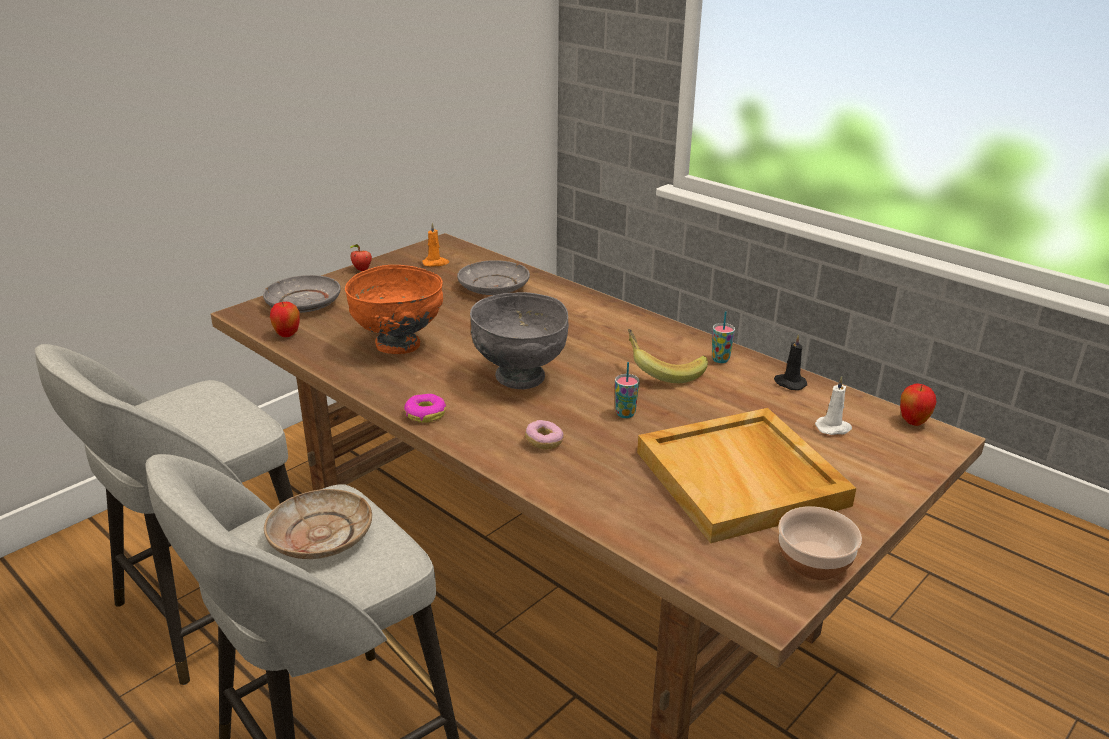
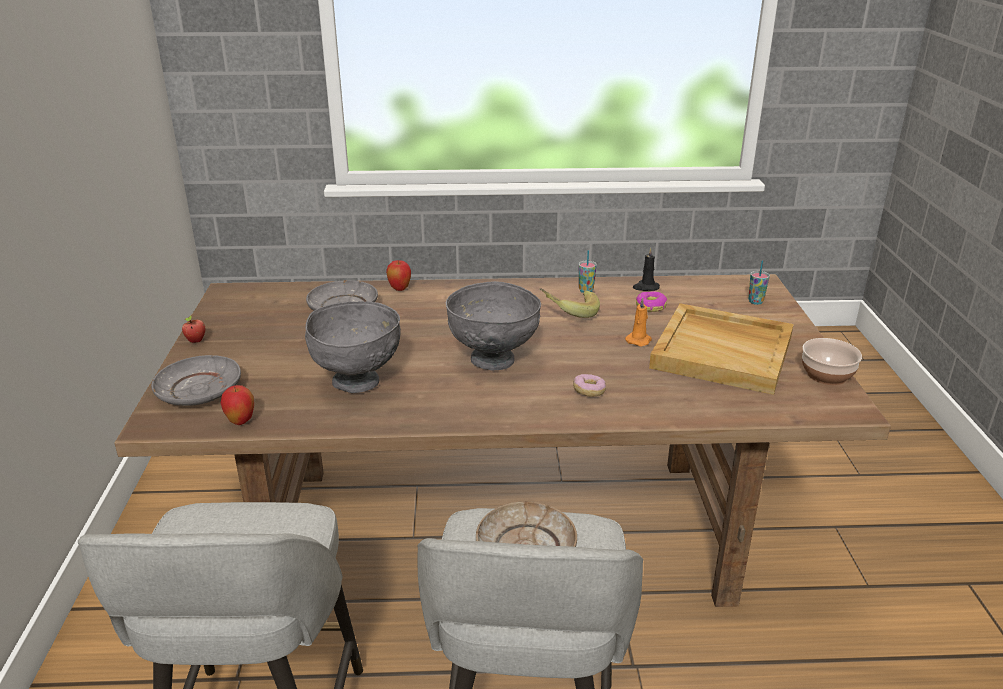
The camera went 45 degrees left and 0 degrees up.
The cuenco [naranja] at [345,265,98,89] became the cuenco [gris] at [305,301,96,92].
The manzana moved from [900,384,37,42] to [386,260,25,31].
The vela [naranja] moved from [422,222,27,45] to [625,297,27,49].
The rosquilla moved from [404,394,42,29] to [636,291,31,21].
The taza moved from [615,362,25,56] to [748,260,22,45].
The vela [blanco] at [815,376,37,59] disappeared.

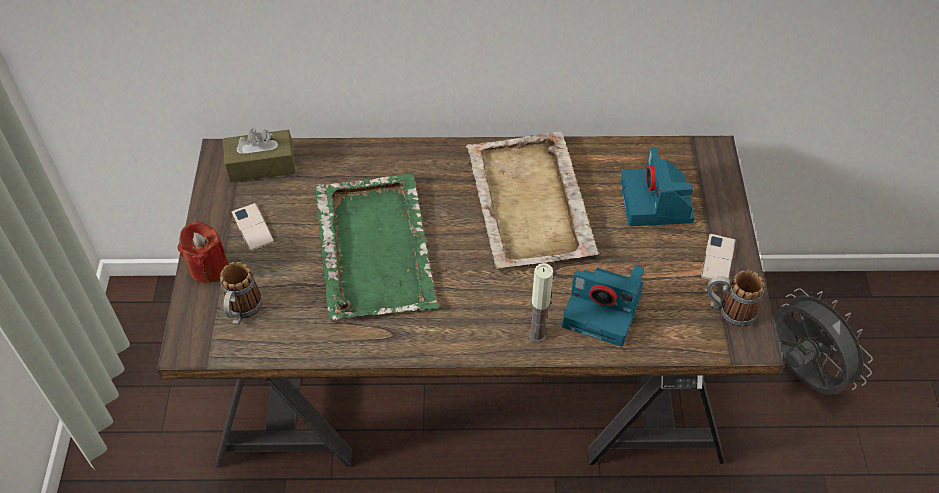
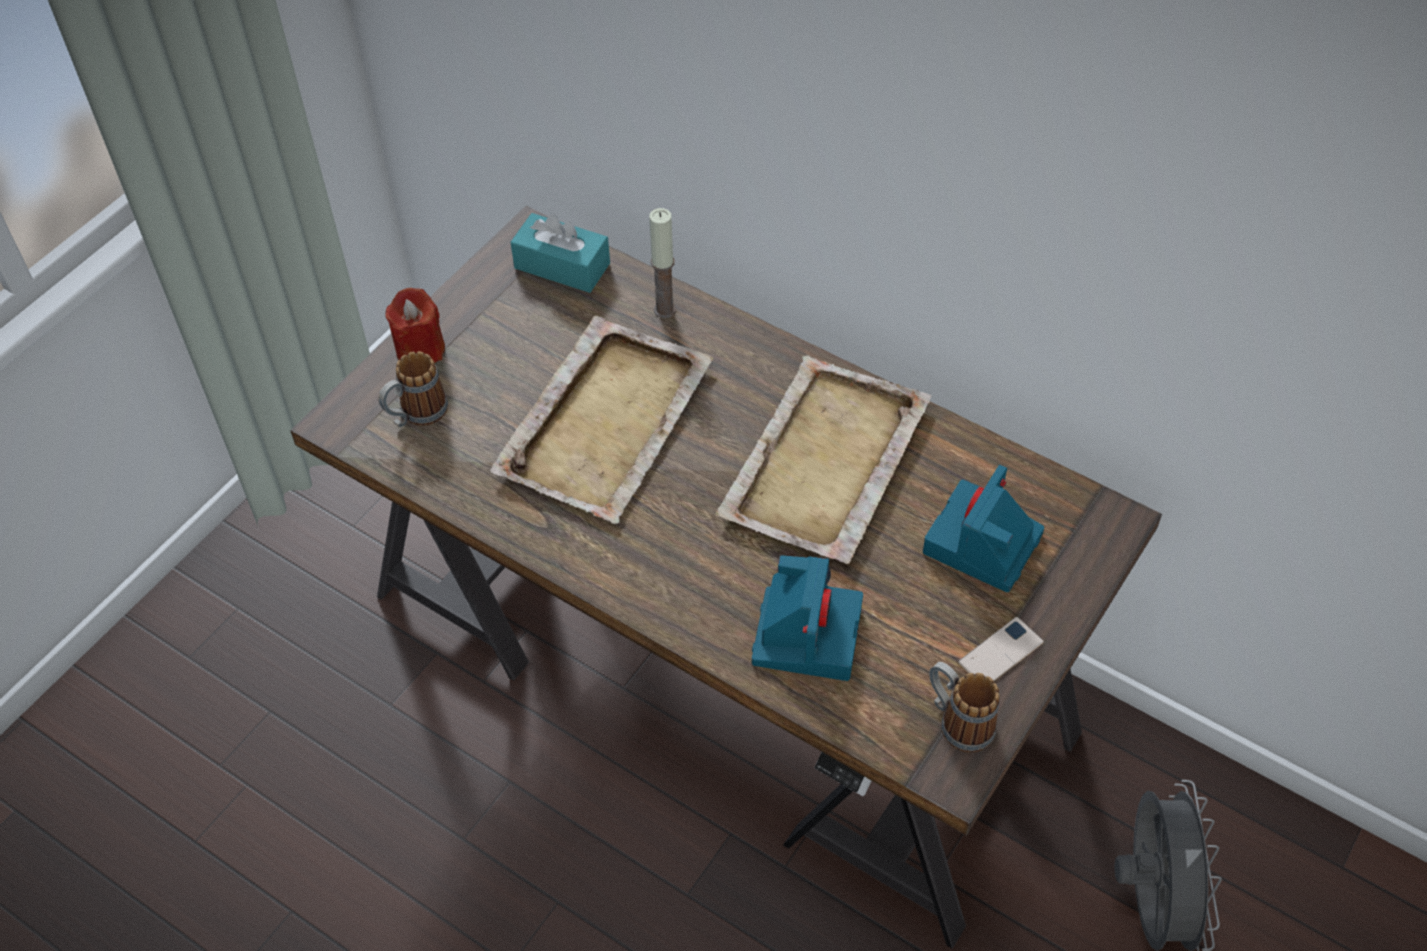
The camera went 35 degrees right and 0 degrees up.
The bandeja [verde] at [315,173,124,147] became the bandeja [beis] at [490,316,223,208].
The caja de pañuelos [marrón] at [223,129,73,54] became the caja de pañuelos [turquesa] at [510,213,100,80].
The vela moved from [528,263,25,80] to [649,208,27,110].
The cámara at [562,265,82,82] turned 135 degrees counterclockwise.
The móvil at [232,203,42,48] disappeared.

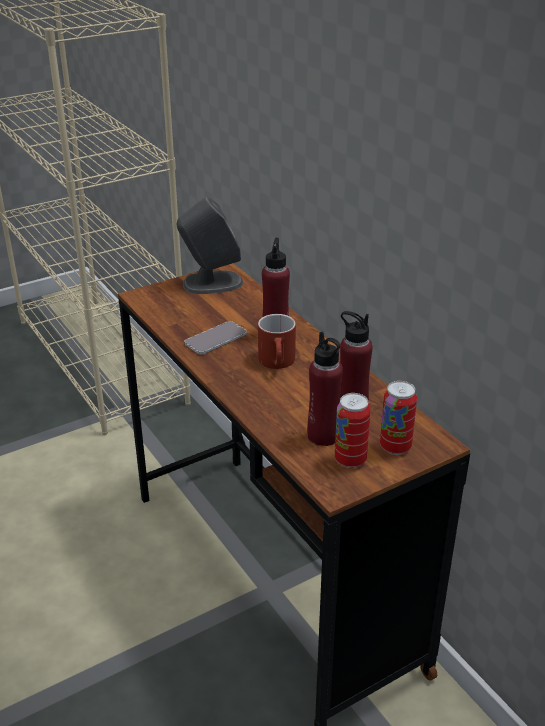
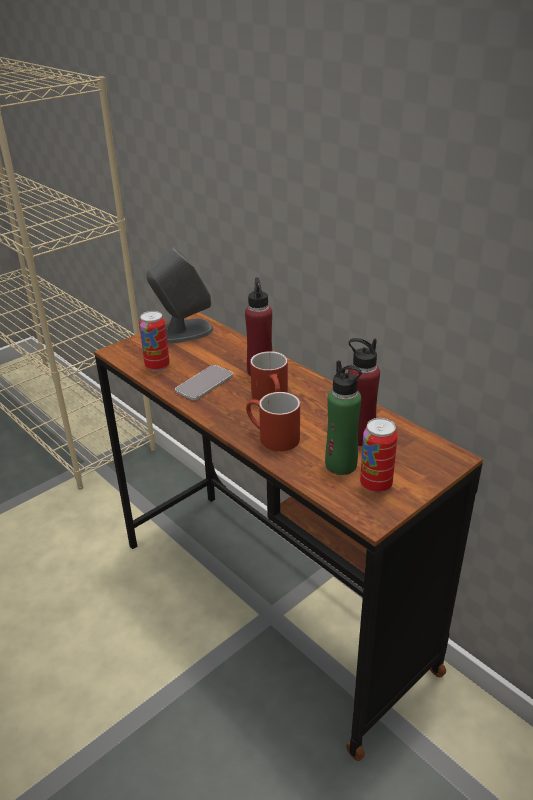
The camera went 10 degrees left and 0 degrees up.
The lata moved from [380,381,37,74] to [139,311,31,61].
The taza grande [rojo] at [246,392,54,60] appeared.
The botella [rojo] at [307,332,36,114] became the botella [verde] at [325,360,37,115].

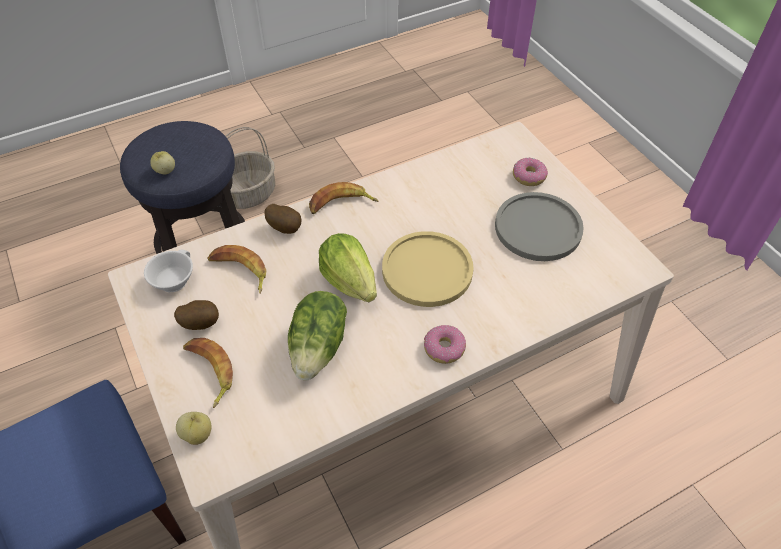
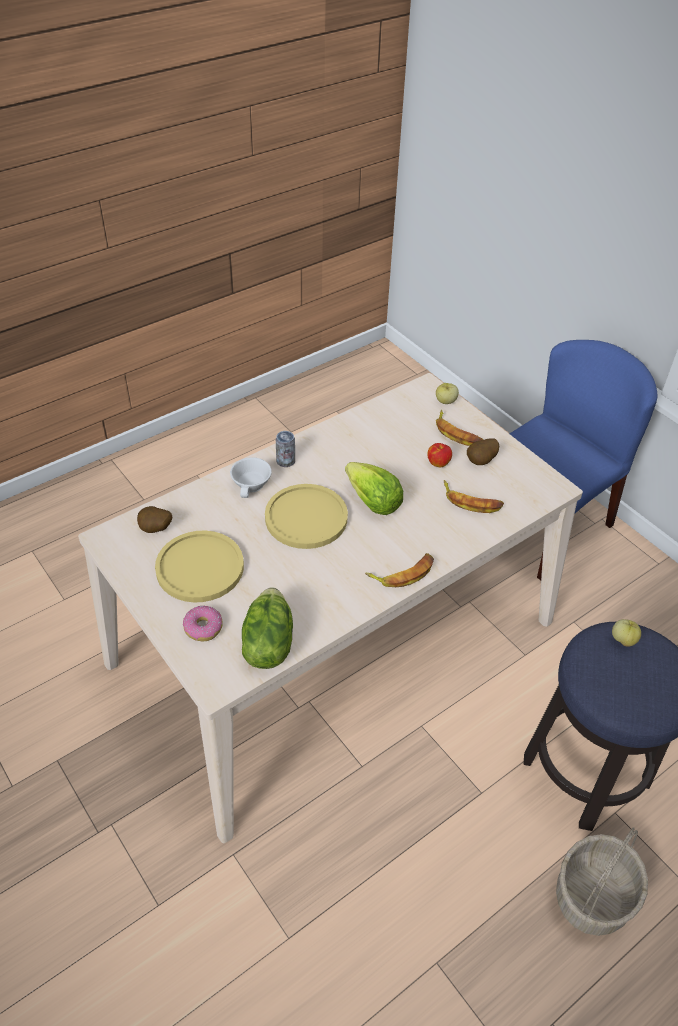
The camera went 170 degrees right and 5 degrees down.
The patata moved from [264,204,37,30] to [137,506,35,27].
The plato [gris] at [495,192,89,69] became the plato [amarillo] at [155,531,89,71].
The taza [blanco] moved from [144,250,49,42] to [230,457,42,41].
The lechuga moved from [288,291,59,90] to [242,587,51,82].
The rosquilla at [424,325,42,39] was replaced by the lata at [276,431,19,36].
The manzana at [427,443,25,24] appeared.

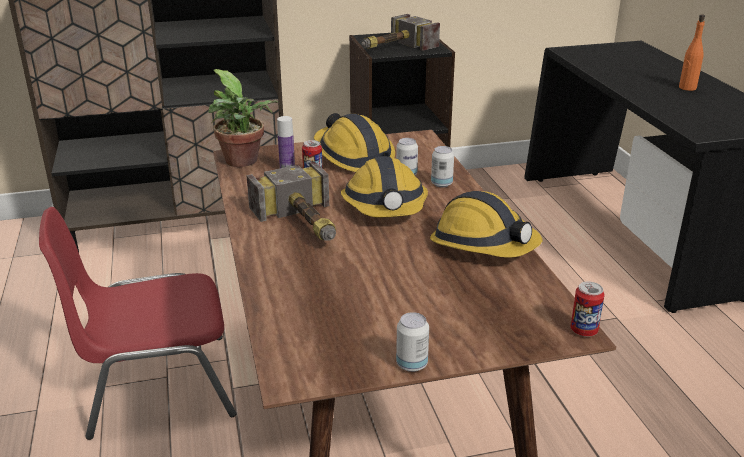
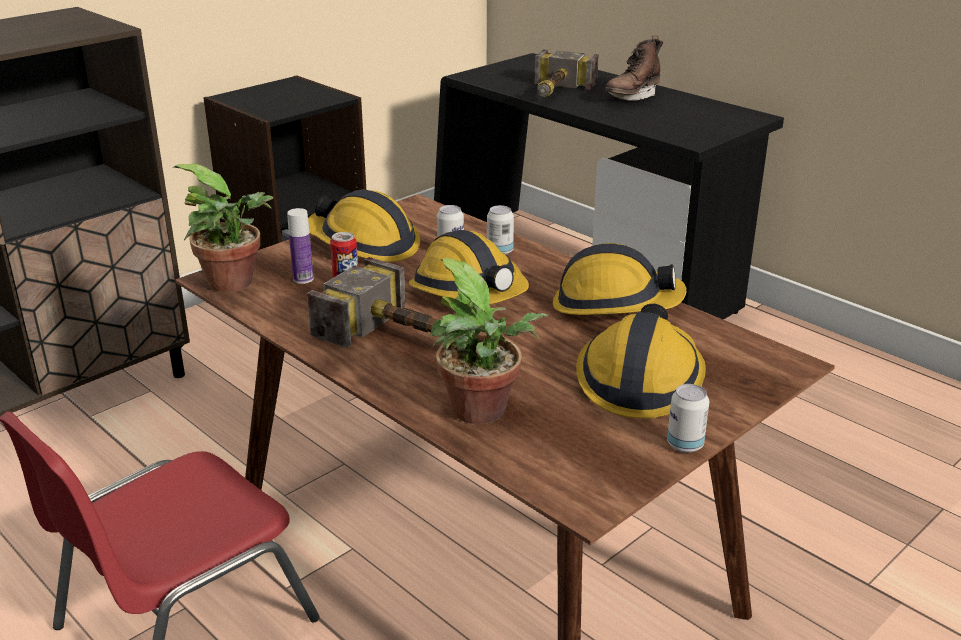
The camera went 30 degrees left and 0 degrees up.
The planta en maceta at [430,258,118,166] appeared.
The martillo moved from [362,14,78,37] to [534,49,65,48].
The casco at [576,304,130,115] appeared.
The botella [naranja] at [679,14,26,77] was replaced by the bota [marrón] at [605,36,58,65].
The lata at [571,282,34,55] disappeared.

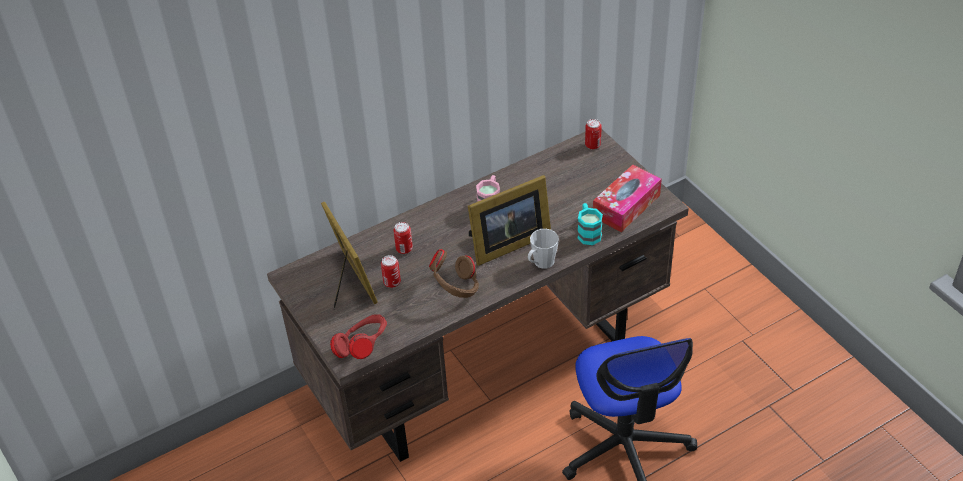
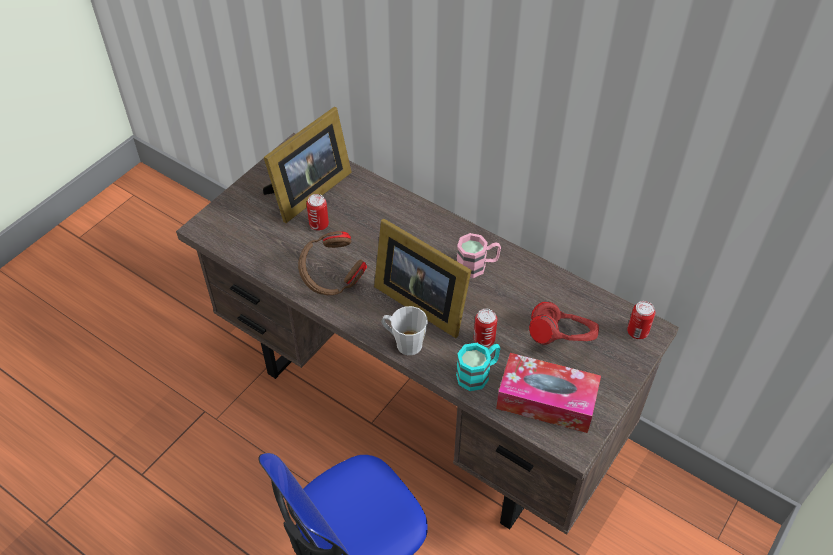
The camera went 65 degrees right and 5 degrees up.
The lata moved from [393,222,20,32] to [474,309,23,38].
The auriculares [rojo] moved from [330,314,57,45] to [529,301,70,44].

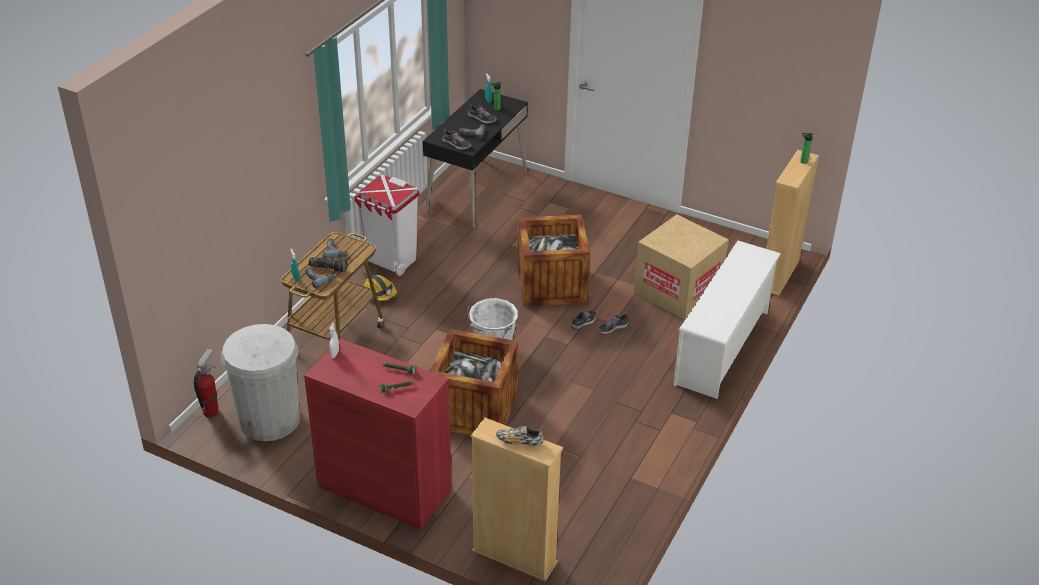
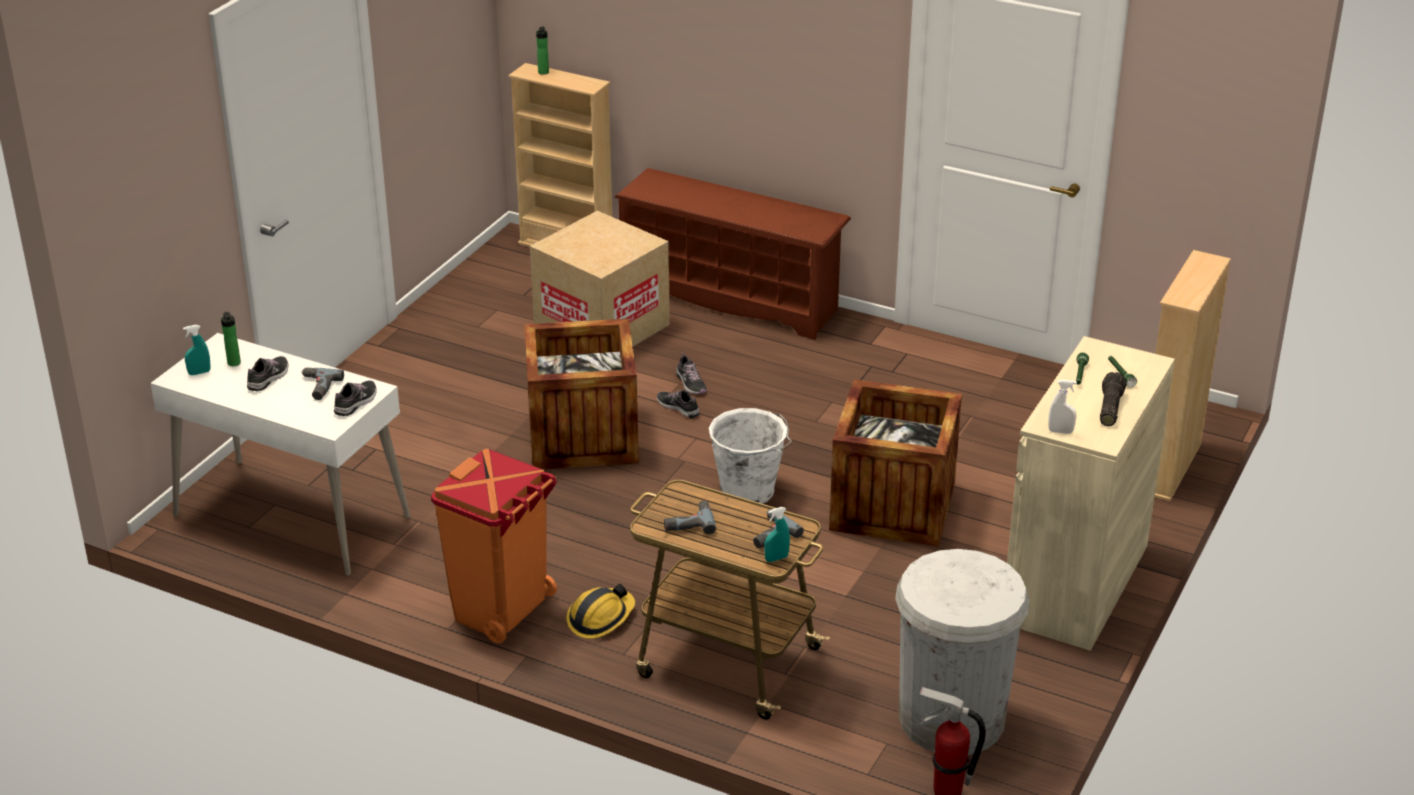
The camera went 90 degrees left and 5 degrees down.
The escritorio [negro] at [423,89,105,139] became the escritorio [blanco] at [150,333,260,243].
The papelera [blanco] at [354,175,66,101] became the papelera [naranja] at [431,449,126,194].
The zapatero [blanco] at [673,241,108,158] became the zapatero [marrón] at [614,168,237,172].
The armario [rojo] at [304,339,148,191] became the armario [beis] at [1007,336,168,315].
The linterna moved from [308,257,40,15] to [1100,372,26,54].
The zapato at [496,426,47,21] disappeared.

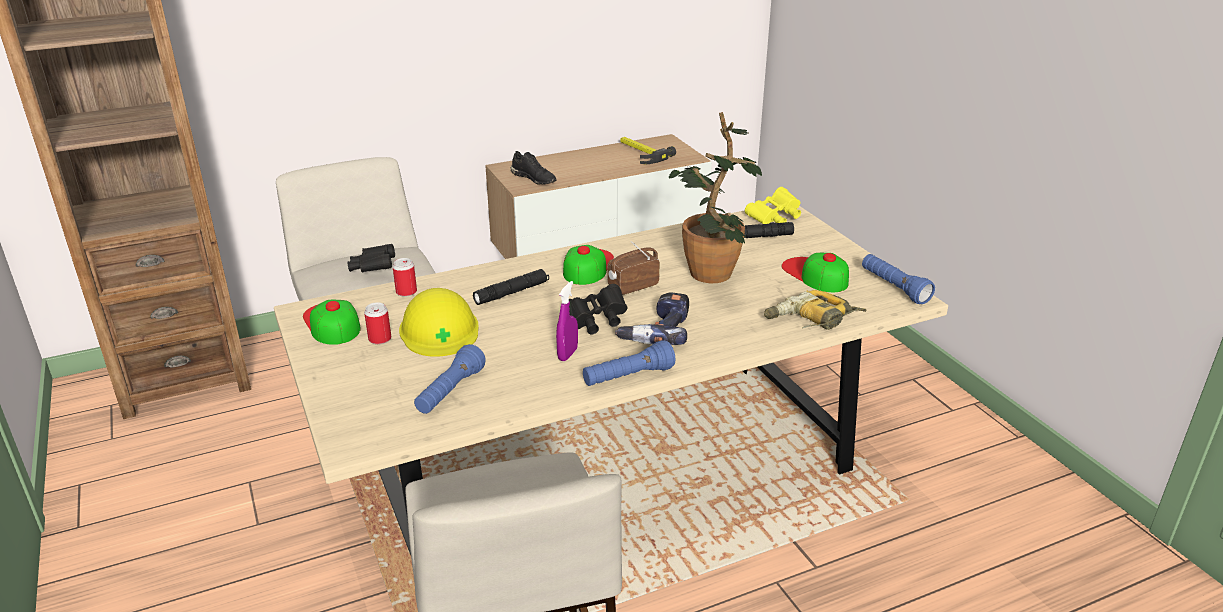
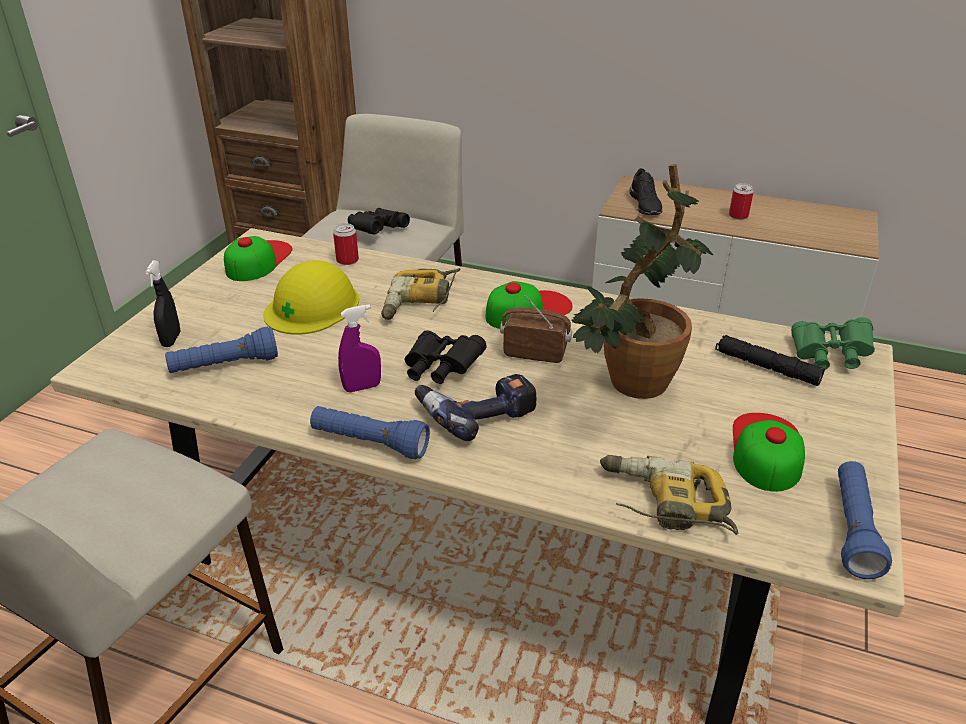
The camera went 45 degrees right and 5 degrees up.
The pulverizador [negro] at [145,260,35,87] appeared.
The linterna [negro] at [473,269,76,36] was replaced by the taladro at [381,268,80,52].
The lata moved from [364,303,27,41] to [729,183,25,37].
The prismáticos [amarillo] at [745,187,56,37] became the prismáticos [verde] at [791,317,84,53].
The martillo at [620,137,56,28] disappeared.

